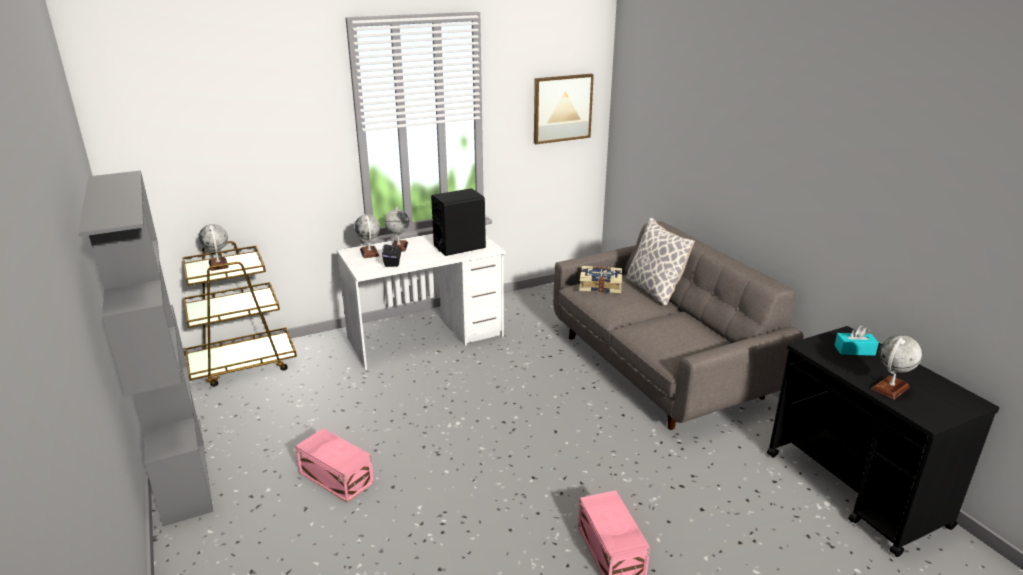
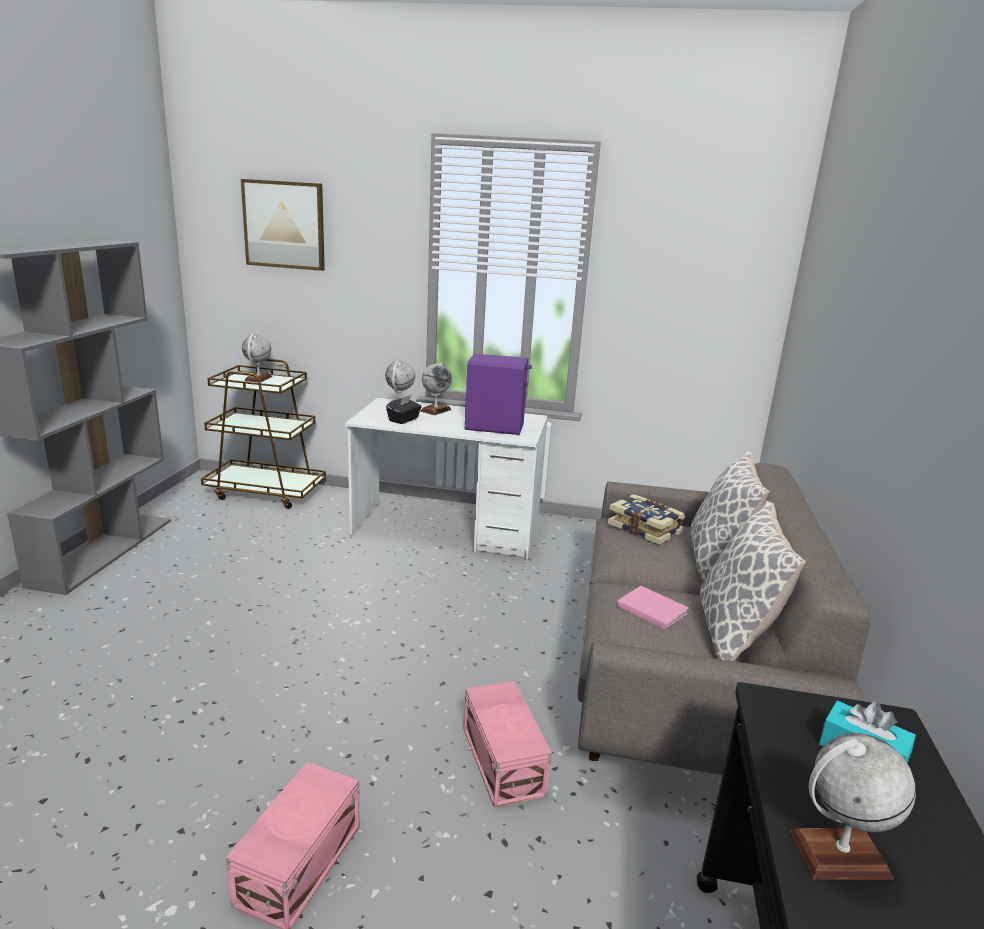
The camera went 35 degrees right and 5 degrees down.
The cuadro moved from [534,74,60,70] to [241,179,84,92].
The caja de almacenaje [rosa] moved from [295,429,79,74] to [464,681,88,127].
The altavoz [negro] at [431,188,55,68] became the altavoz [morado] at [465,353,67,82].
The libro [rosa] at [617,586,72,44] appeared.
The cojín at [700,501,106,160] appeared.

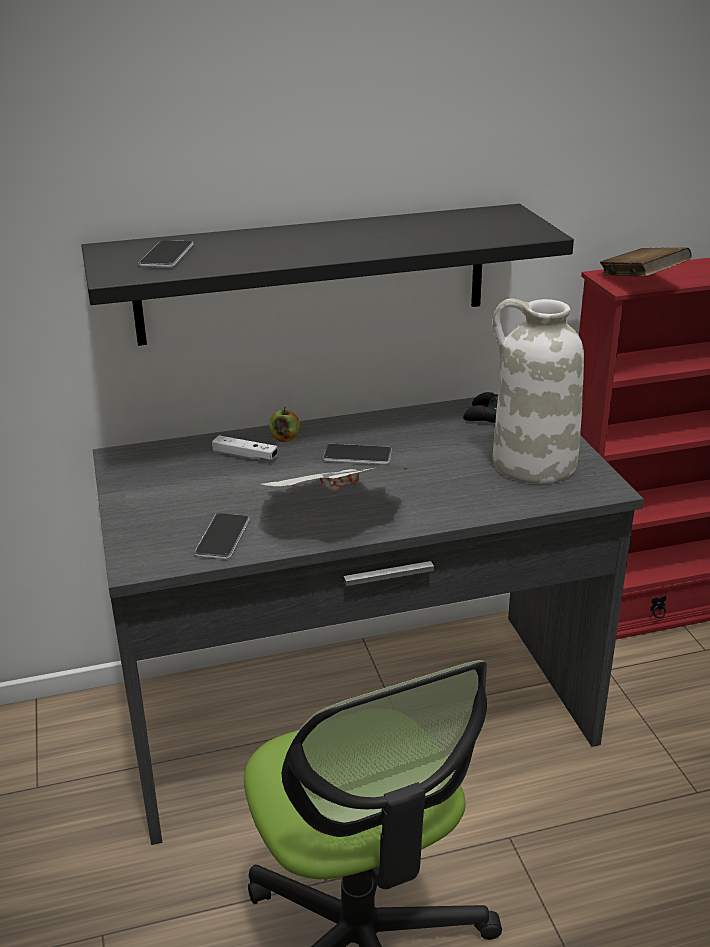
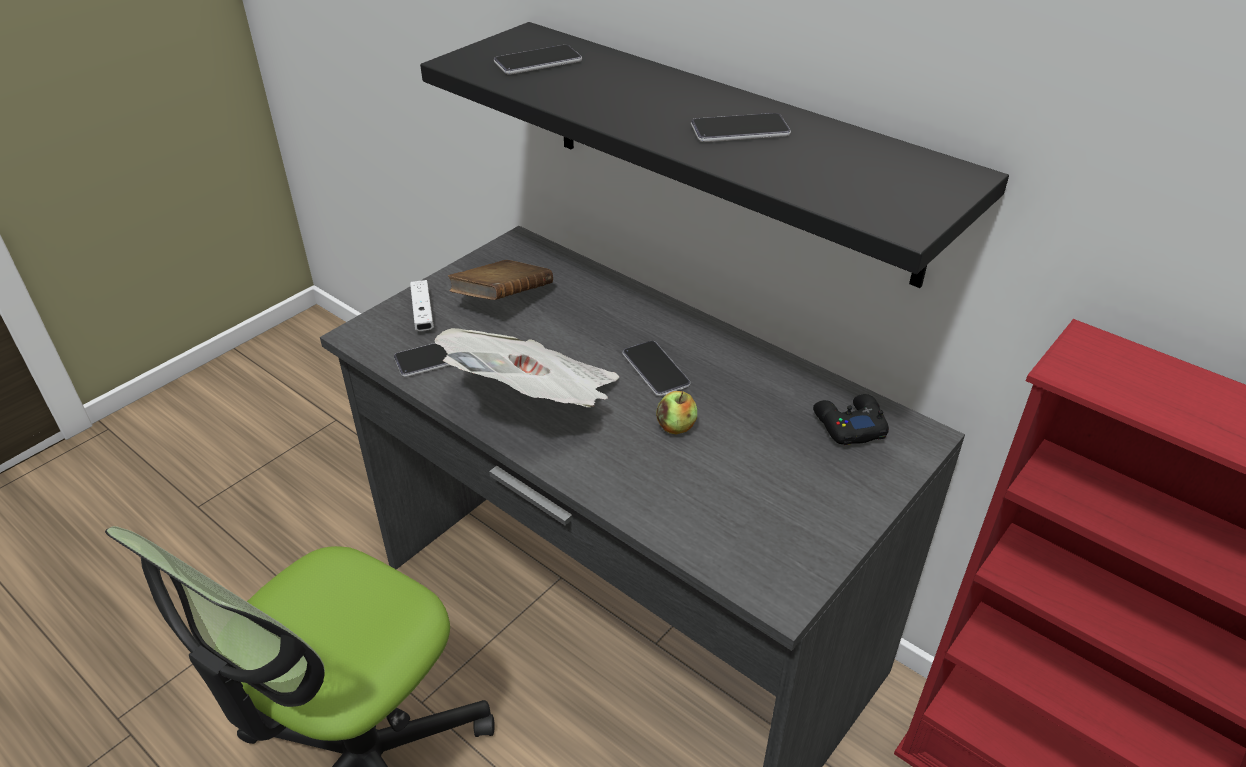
The camera went 55 degrees right and 10 degrees up.
The mando de consola [blanco] moved from [212,435,66,25] to [410,280,24,51].
The libro [marrón] moved from [600,247,92,30] to [448,260,105,40].
The manzana moved from [269,406,31,36] to [656,391,41,44].
The móvil at [691,113,100,29] appeared.
The florero [blanco] at [493,299,91,185] disappeared.

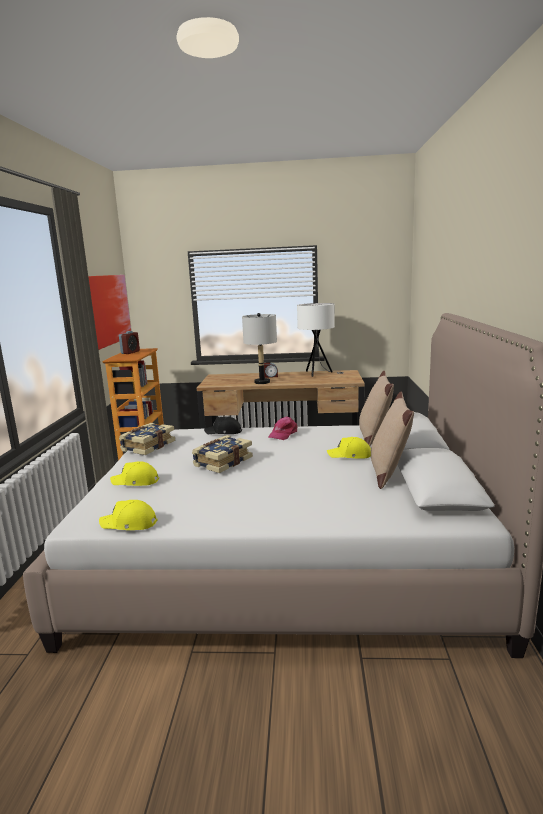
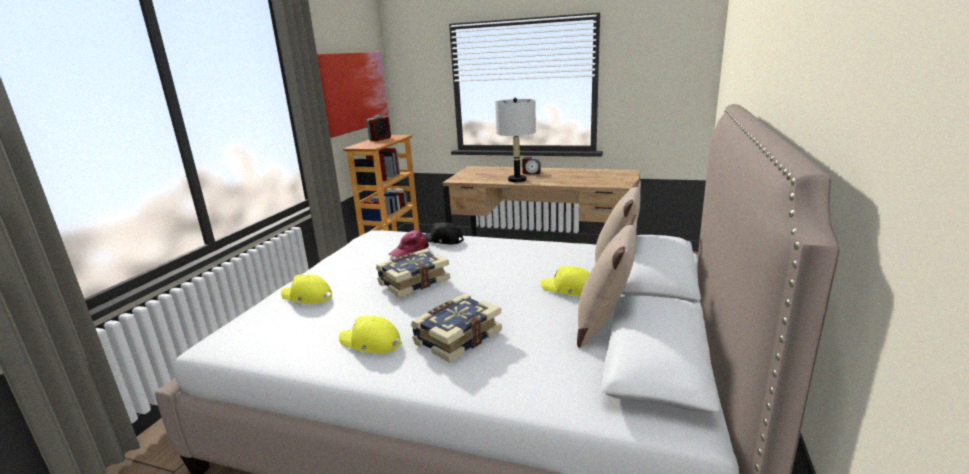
The camera went 15 degrees right and 5 degrees up.
The gorra [amarillo] moved from [99,500,58,30] to [339,316,63,38].
The gorra [rosa] moved from [268,416,29,24] to [388,230,41,28].
The libro moved from [119,423,56,32] to [411,293,91,70].
The lámpara de mesa [blanco] at [297,303,47,74] disappeared.

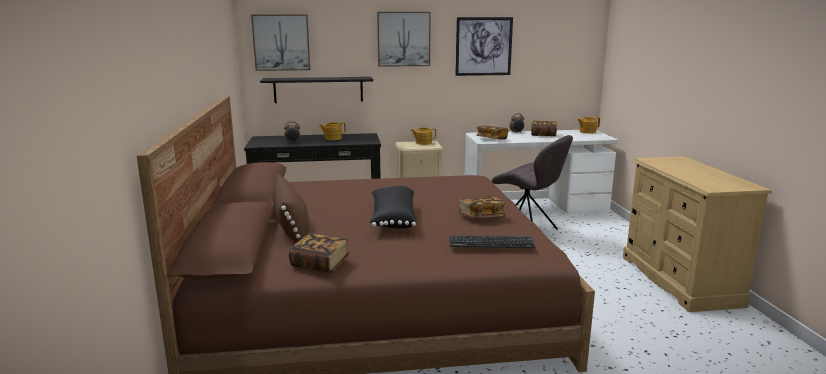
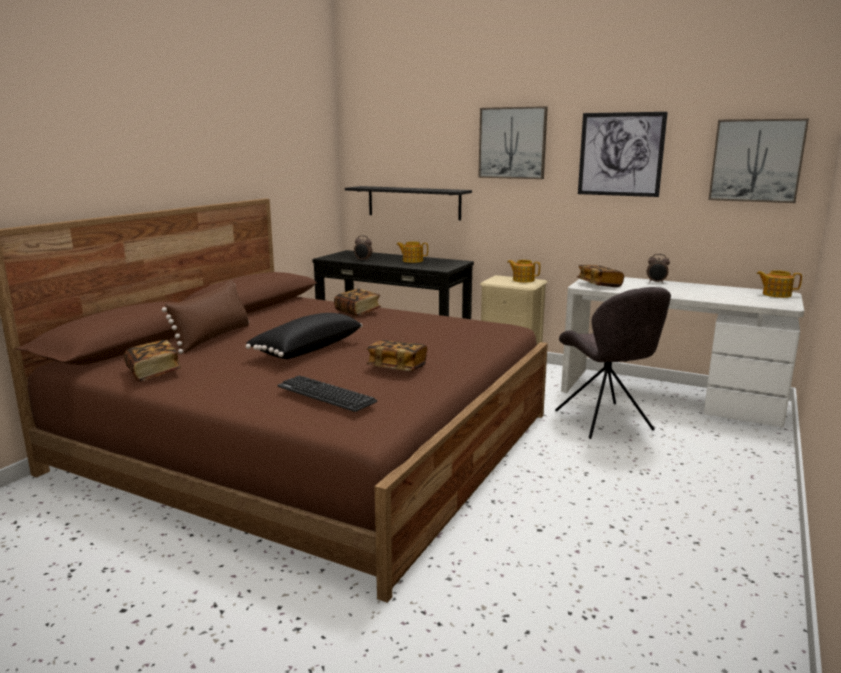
The camera went 35 degrees right and 0 degrees up.
The libro moved from [531,120,27,16] to [334,289,47,27].
The cuadro moved from [251,14,59,57] to [708,119,101,84].
The cómoda [beis] at [623,156,149,156] disappeared.

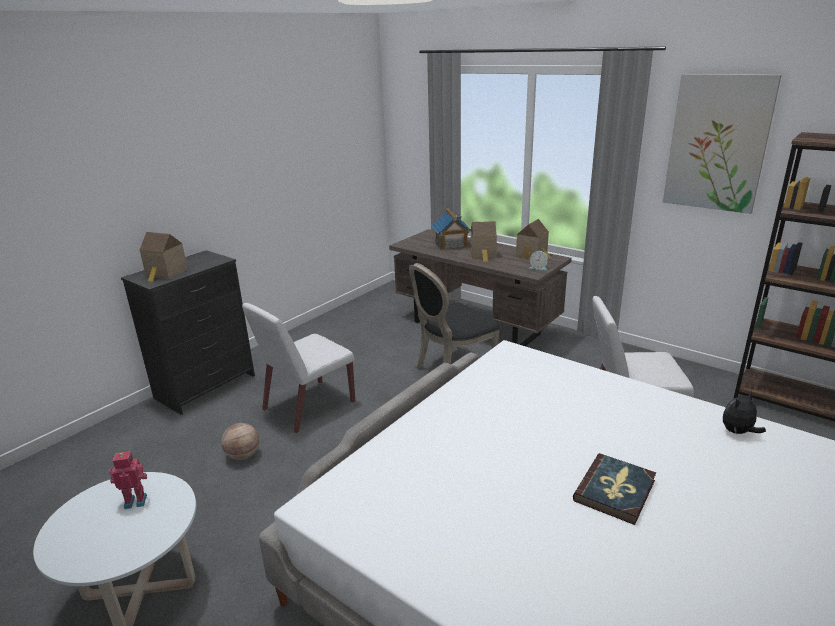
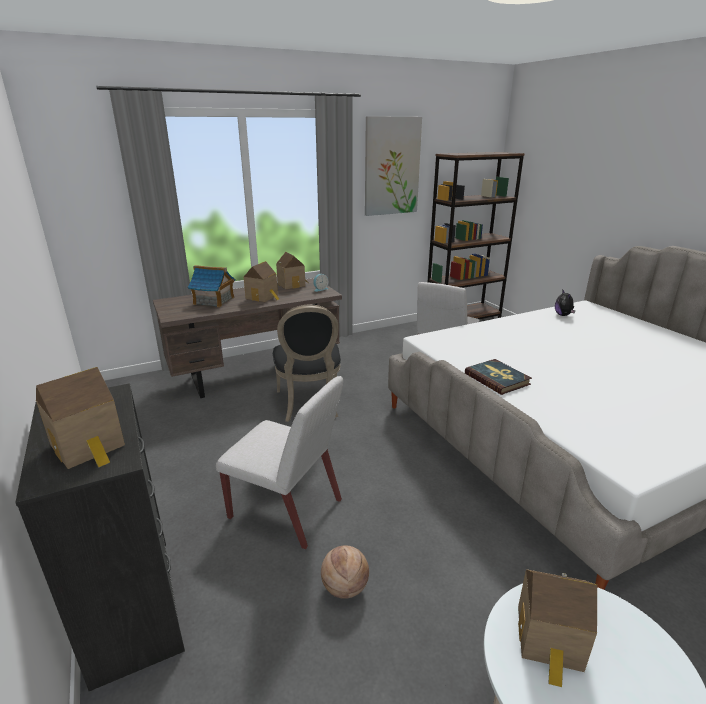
The camera went 65 degrees left and 0 degrees up.
The silla [blanco] at [242,303,113,130] turned 45 degrees counterclockwise.
The libro moved from [573,453,83,72] to [465,359,67,36].
The robot de juguete at [109,451,38,58] was replaced by the casita at [518,569,79,118].

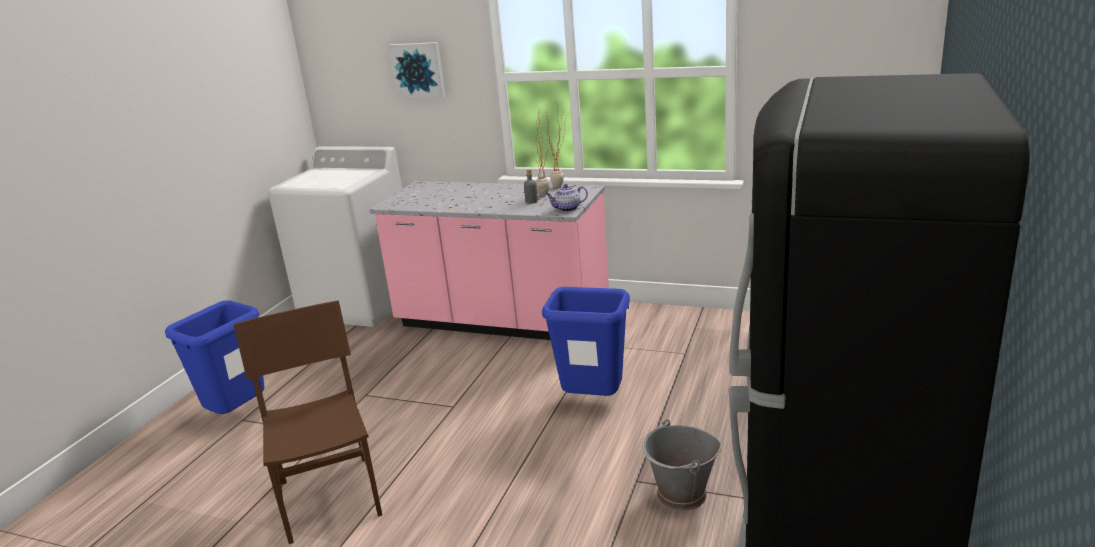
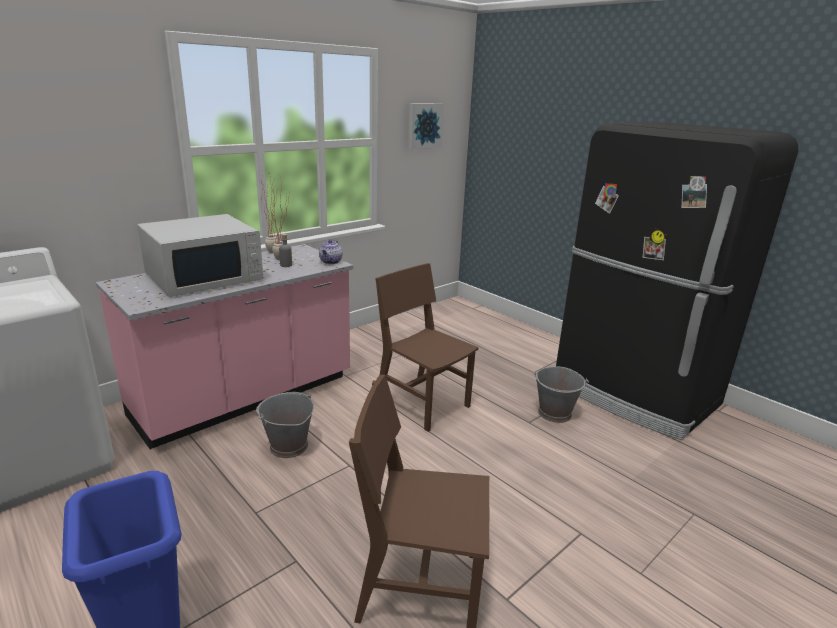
The camera went 65 degrees left and 0 degrees up.
The microondas [blanco] at [137,214,126,83] appeared.
The cubo [gris] at [256,392,58,66] appeared.
The papelera [azul] at [542,287,88,109] was replaced by the silla [marrón] at [375,263,103,169].
The cuadro moved from [388,42,58,56] to [408,104,36,45].

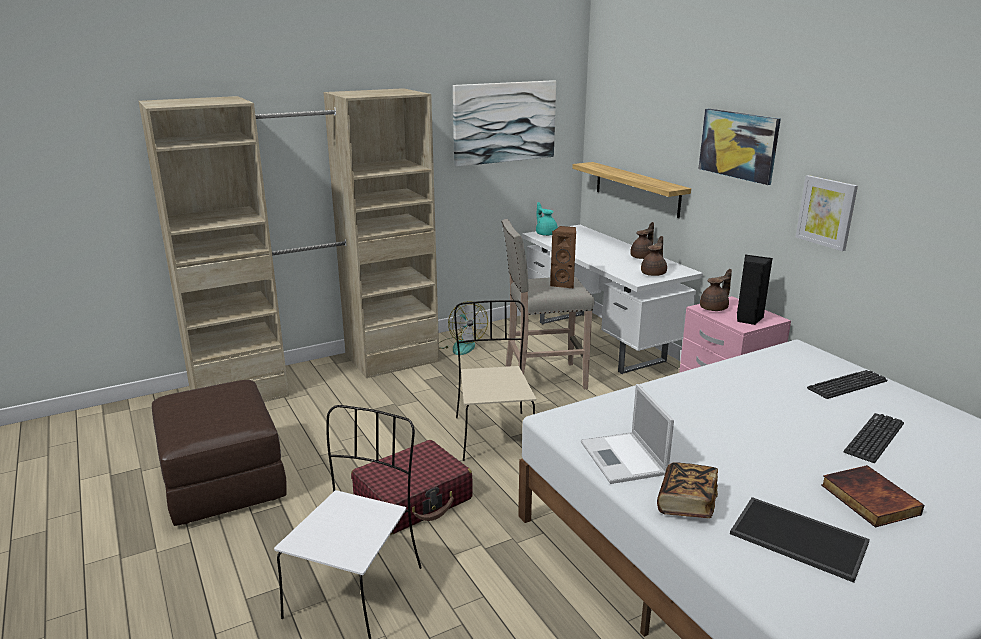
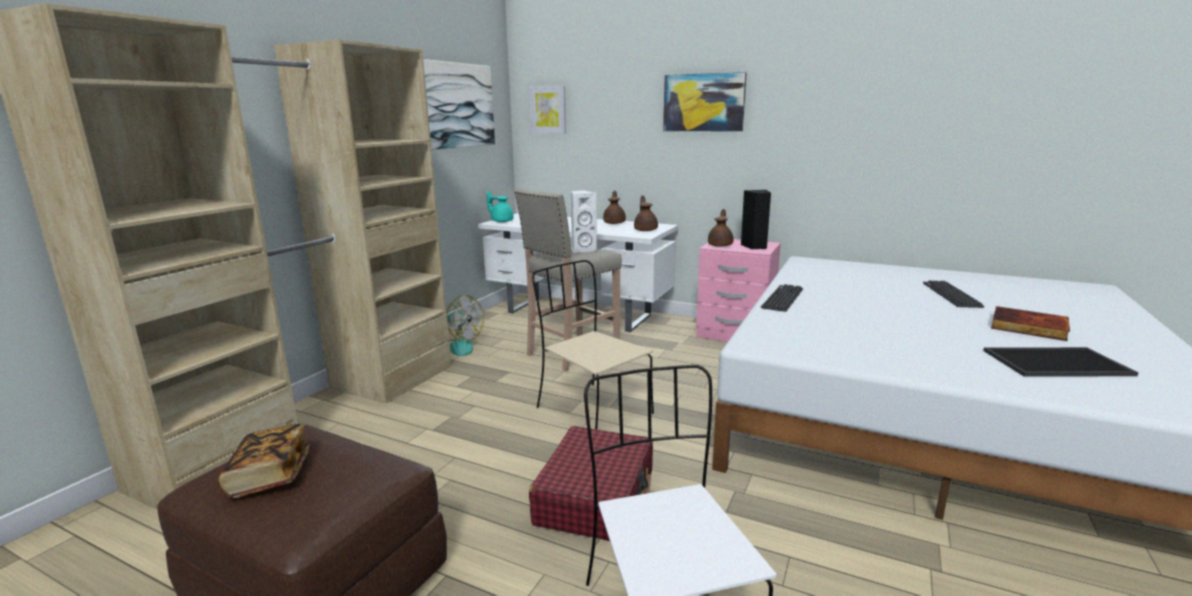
The camera went 35 degrees left and 5 degrees down.
The libro moved from [657,462,61,56] to [218,424,92,75].
The cuadro moved from [796,175,62,76] to [529,85,37,48].
The altavoz [marrón] at [550,226,26,62] became the altavoz [blanco] at [570,190,27,63].
The teclado moved from [807,370,80,29] to [761,284,42,28].
The estante at [572,162,119,56] disappeared.
The portátil at [581,384,93,100] disappeared.

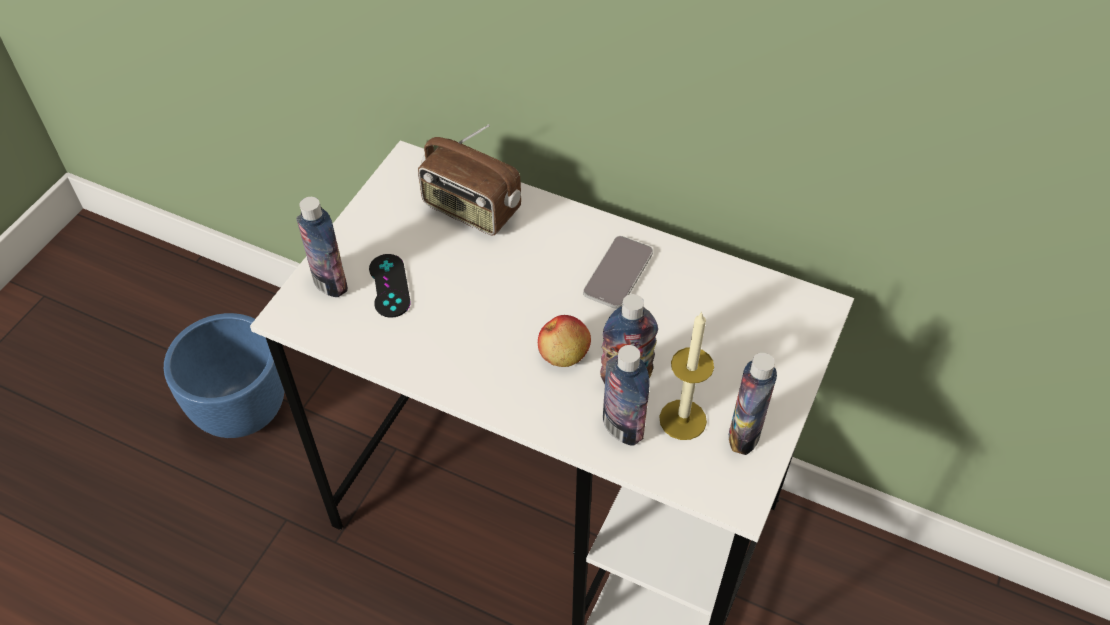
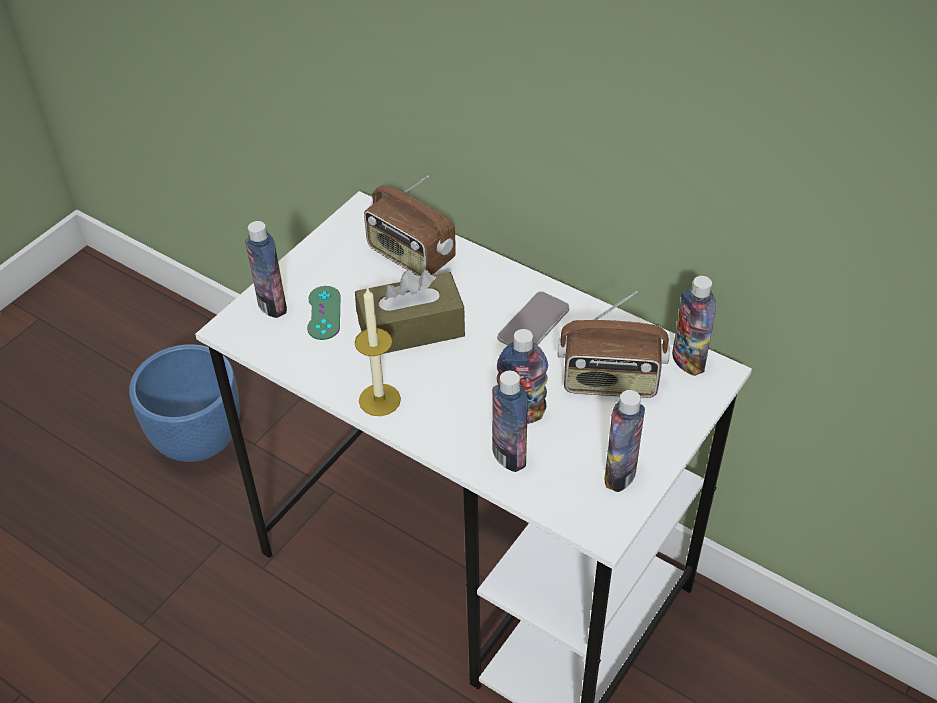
The camera went 10 degrees right and 5 degrees down.
The mando de consola [negro] at [369,254,42,64] became the mando de consola [verde] at [307,286,33,54].
The caja de pañuelos [marrón] at [355,270,110,84] appeared.
The vela moved from [659,311,55,129] to [355,287,46,129].
The radio at [557,291,113,107] appeared.
The botella at [672,276,44,100] appeared.
The manzana at [538,315,53,52] disappeared.

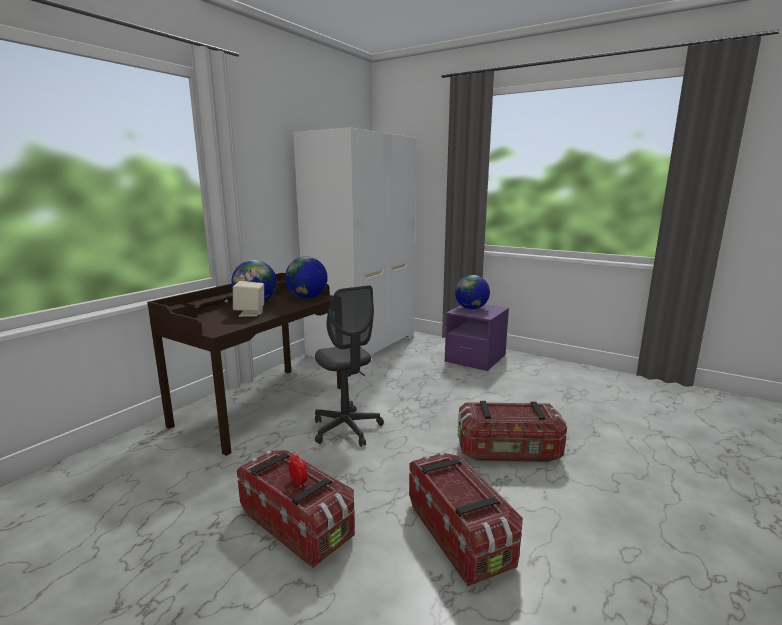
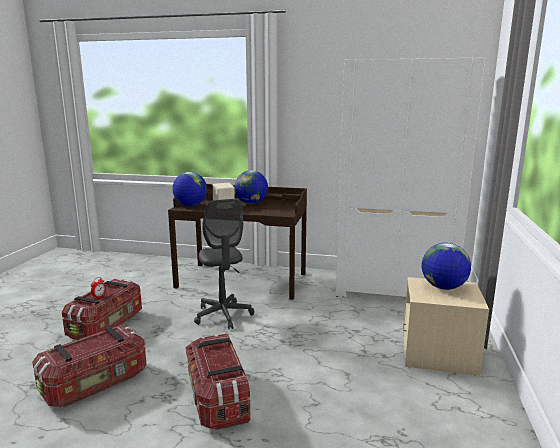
The camera went 70 degrees right and 0 degrees up.
The globo terráqueo moved from [285,257,43,42] to [172,172,35,34].
The silla de oficina [gris] at [315,285,69,162] turned 60 degrees counterclockwise.
The mesita de noche [morado] at [445,304,64,67] became the mesita de noche [beis] at [403,277,86,100].

